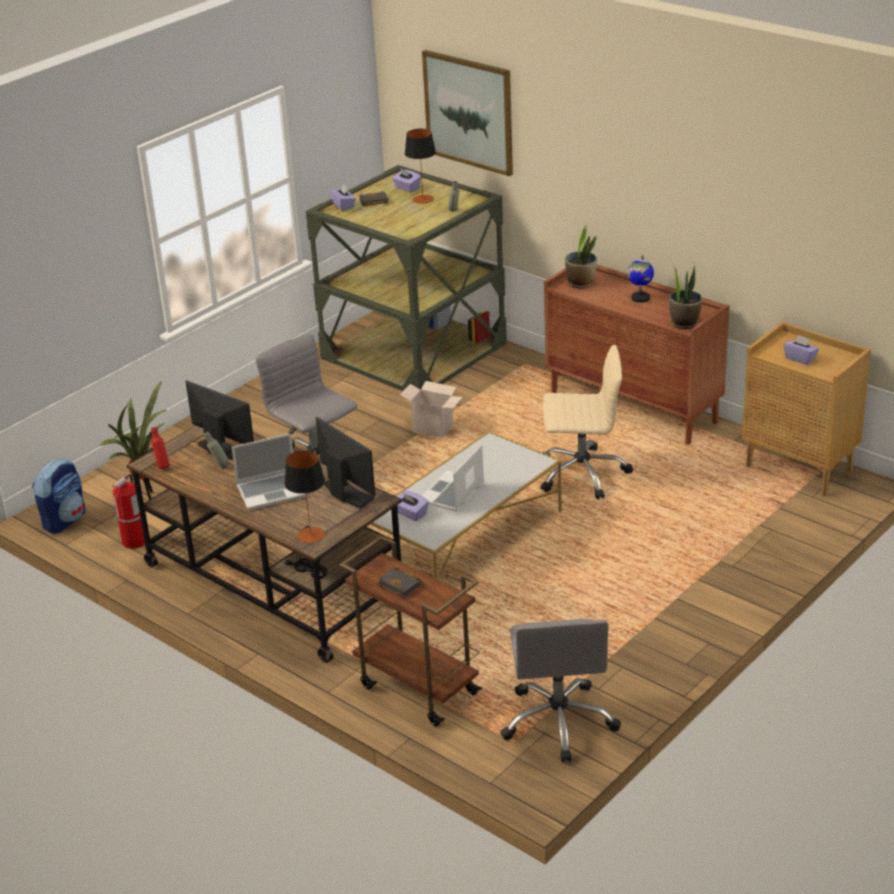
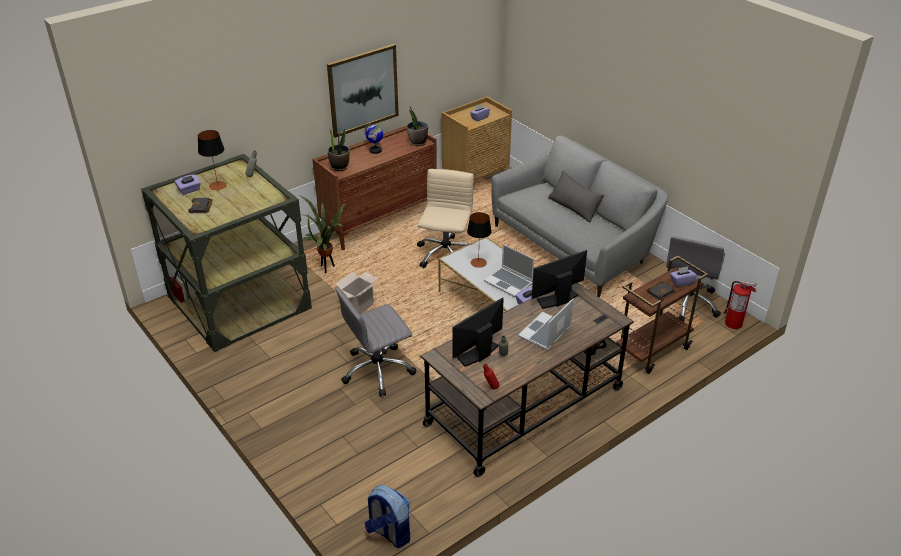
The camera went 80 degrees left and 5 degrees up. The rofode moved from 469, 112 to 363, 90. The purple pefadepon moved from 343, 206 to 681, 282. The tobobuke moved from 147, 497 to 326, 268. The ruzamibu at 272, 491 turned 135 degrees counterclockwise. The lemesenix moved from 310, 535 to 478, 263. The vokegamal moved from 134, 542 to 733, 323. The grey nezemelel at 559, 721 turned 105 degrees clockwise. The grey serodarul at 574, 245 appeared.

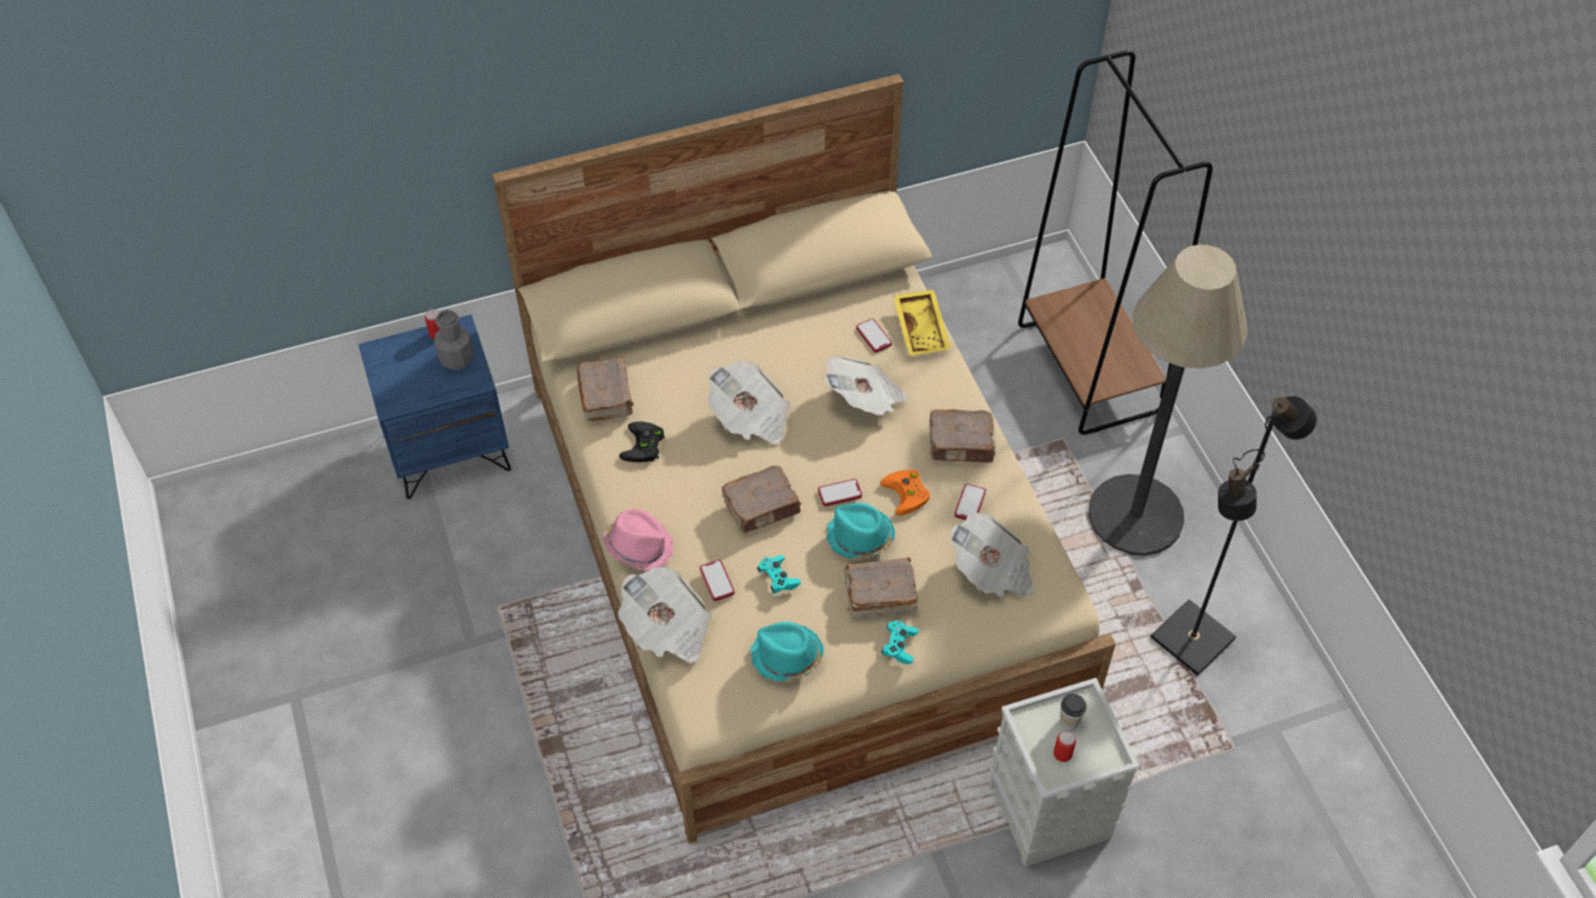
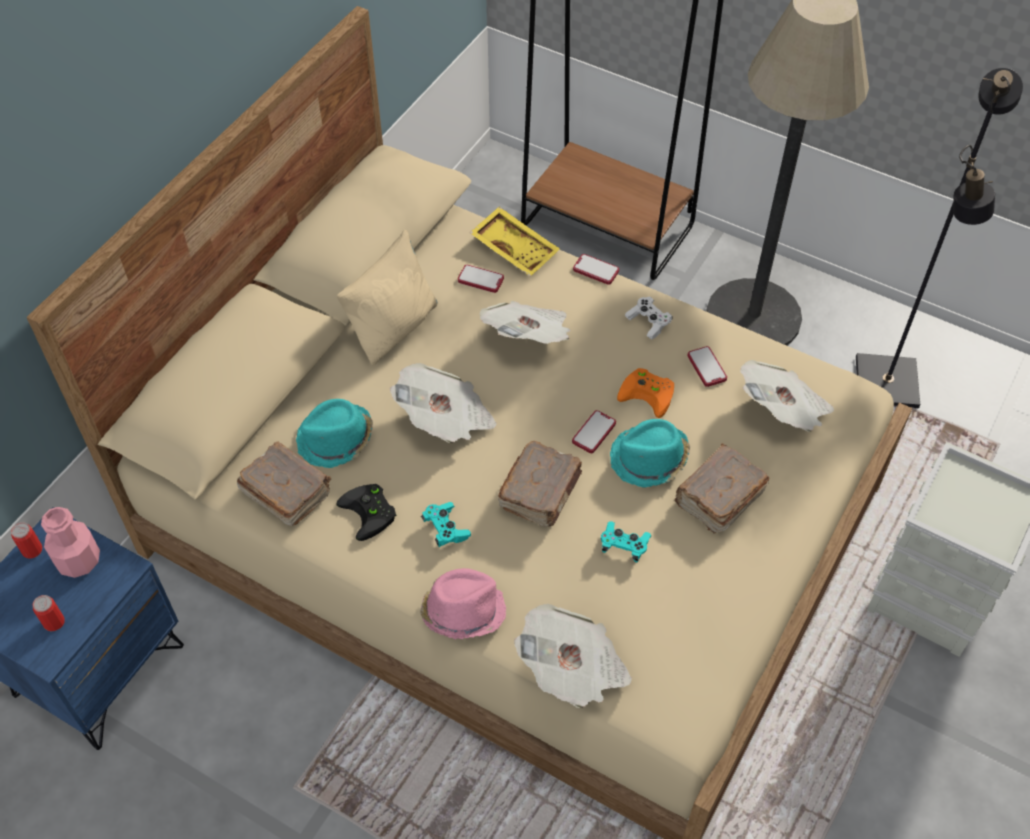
The camera went 40 degrees left and 0 degrees up. The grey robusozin at 456, 358 became the pink robusozin at 78, 560. The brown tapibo at 962, 444 was replaced by the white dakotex at 648, 322. The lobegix moved from 717, 581 to 596, 270. The turquoise dakotex moved from 899, 646 to 445, 529. The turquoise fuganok moved from 786, 656 to 336, 440. The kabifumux at 1069, 721 disappeared. The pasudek moved from 1062, 754 to 54, 622. The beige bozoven at 394, 327 appeared.

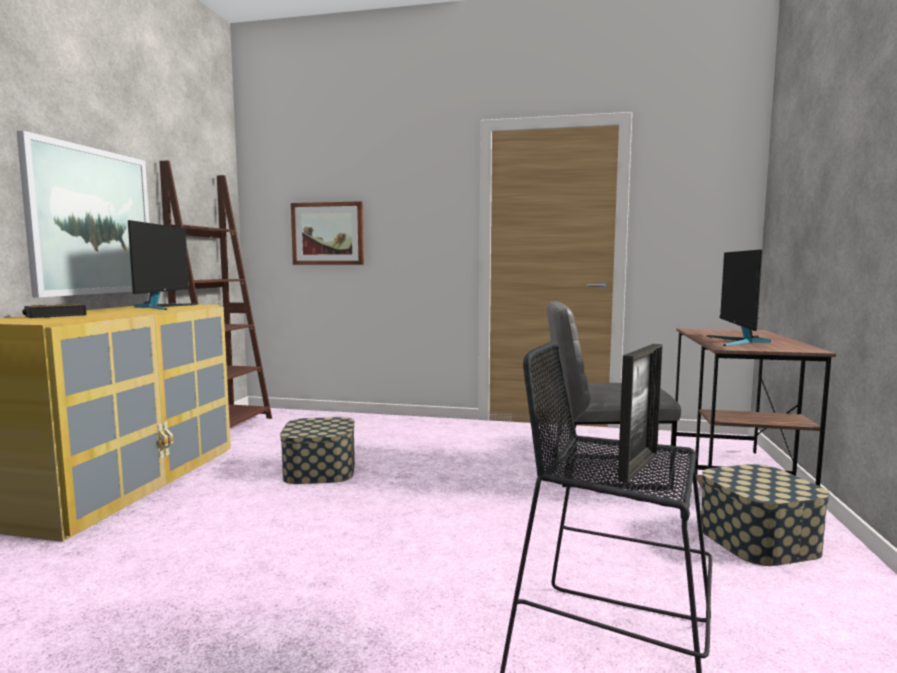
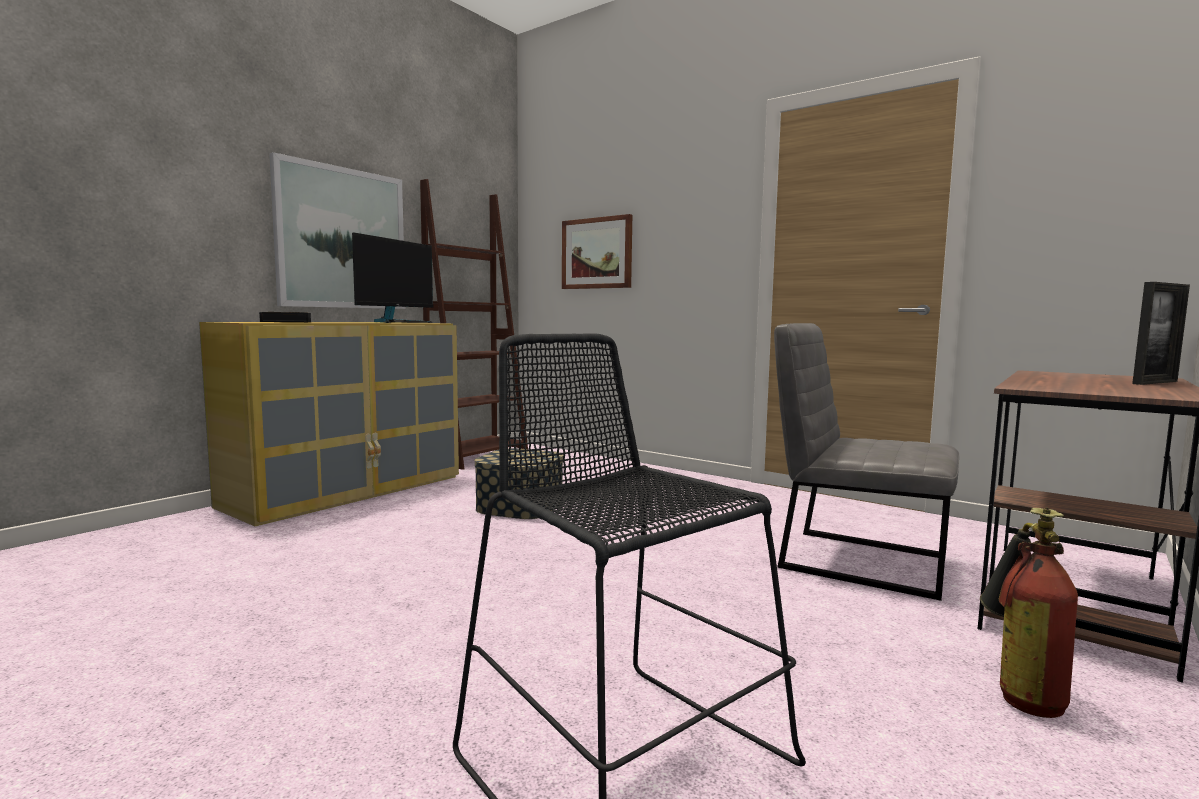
The camera went 25 degrees right and 0 degrees up. The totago at 738, 341 disappeared. The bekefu moved from 638, 467 to 1155, 382. The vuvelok at 758, 539 was replaced by the vokegamal at 1019, 690.

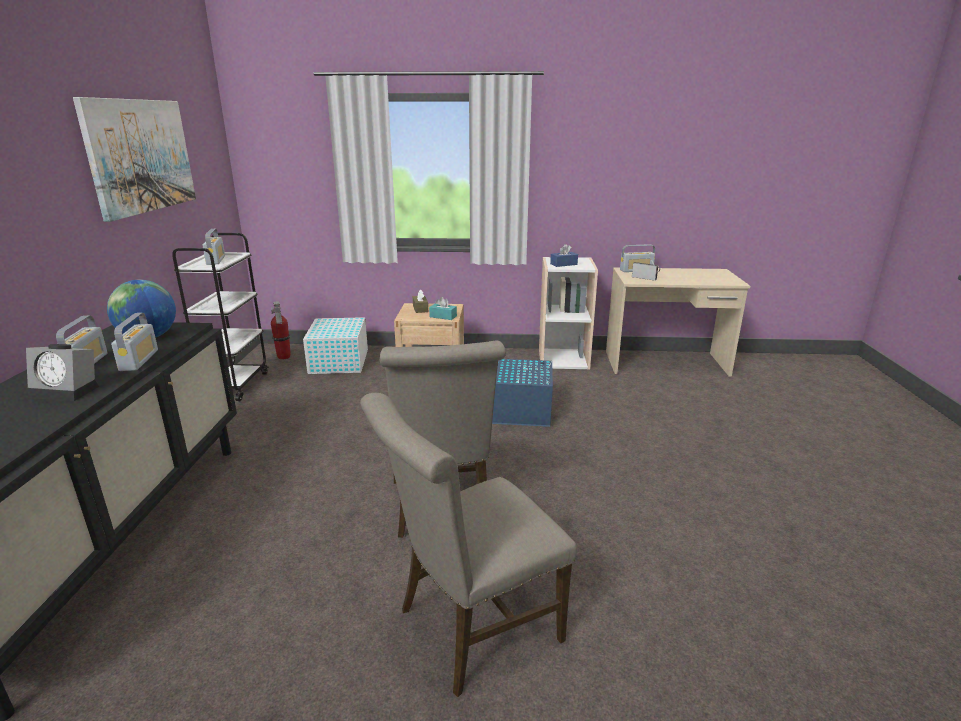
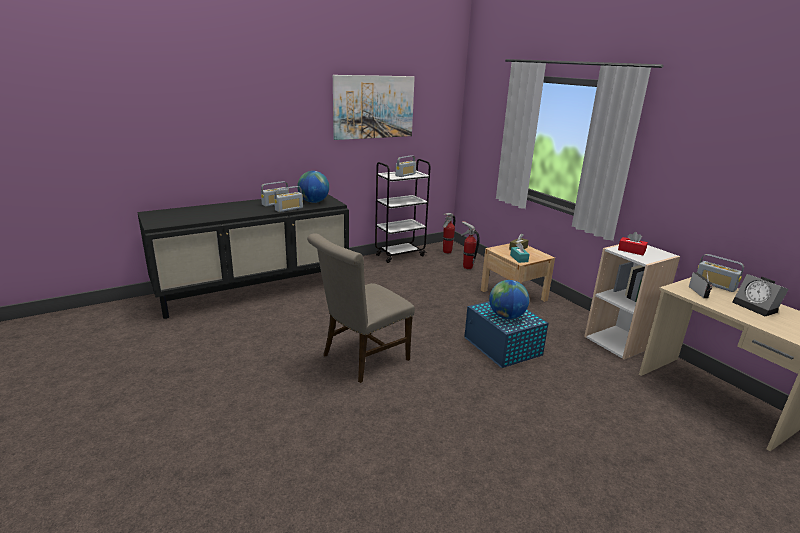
The camera went 55 degrees right and 0 degrees up. The blue pefadepon at 563, 264 became the red pefadepon at 631, 251. The white vuvelok at 338, 362 was replaced by the vokegamal at 467, 267. The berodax moved from 68, 390 to 757, 307. The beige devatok at 470, 628 disappeared. The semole at 506, 316 appeared.

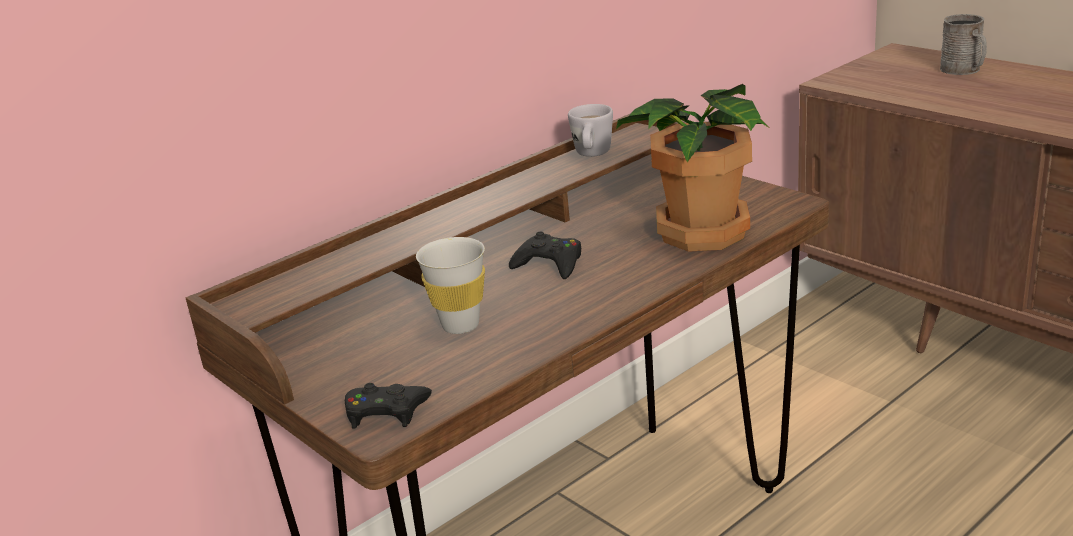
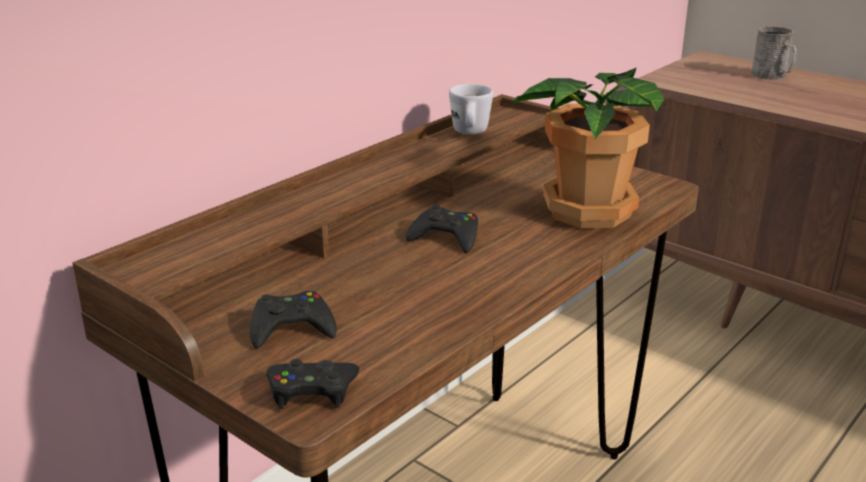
The camera went 10 degrees left and 0 degrees up. The white kabifumux at 460, 325 disappeared. The black dakotex at 291, 328 appeared.

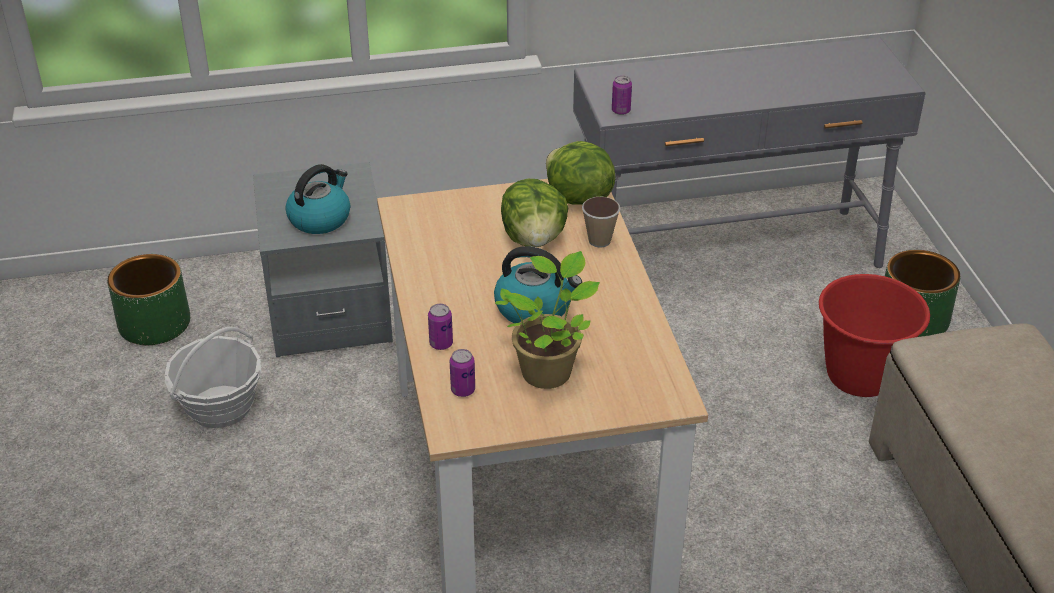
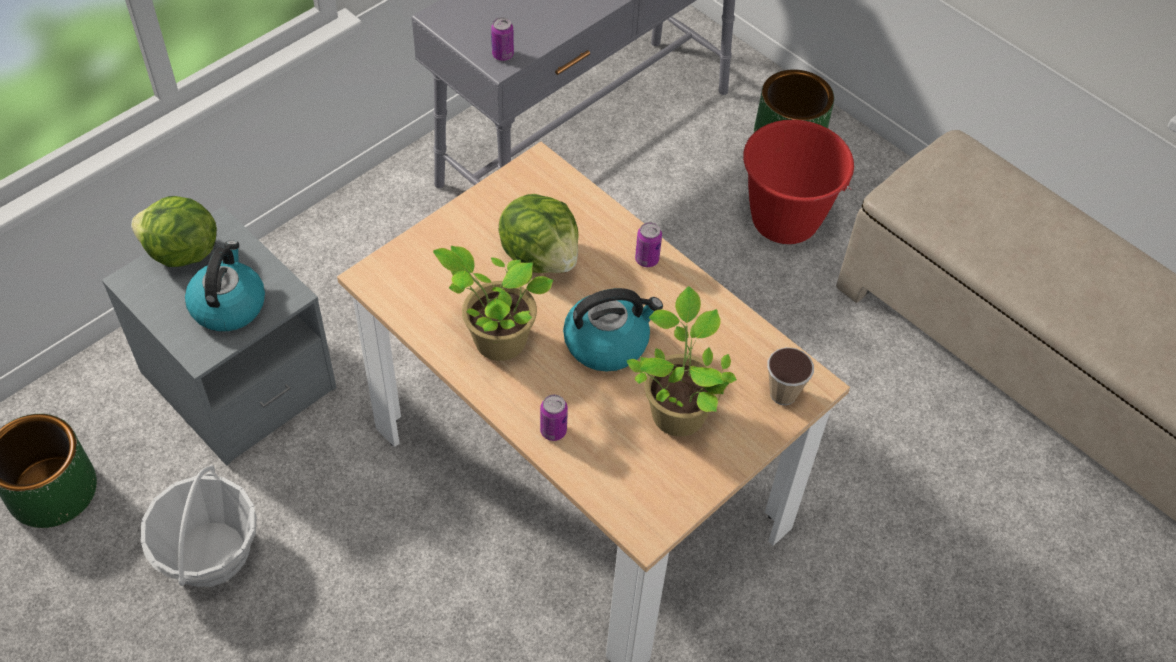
The camera went 35 degrees left and 15 degrees up. The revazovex moved from 577, 198 to 181, 253. The kabifumux moved from 599, 240 to 783, 394. The pasudek moved from 463, 390 to 647, 259. The tobobuke at 495, 340 appeared.

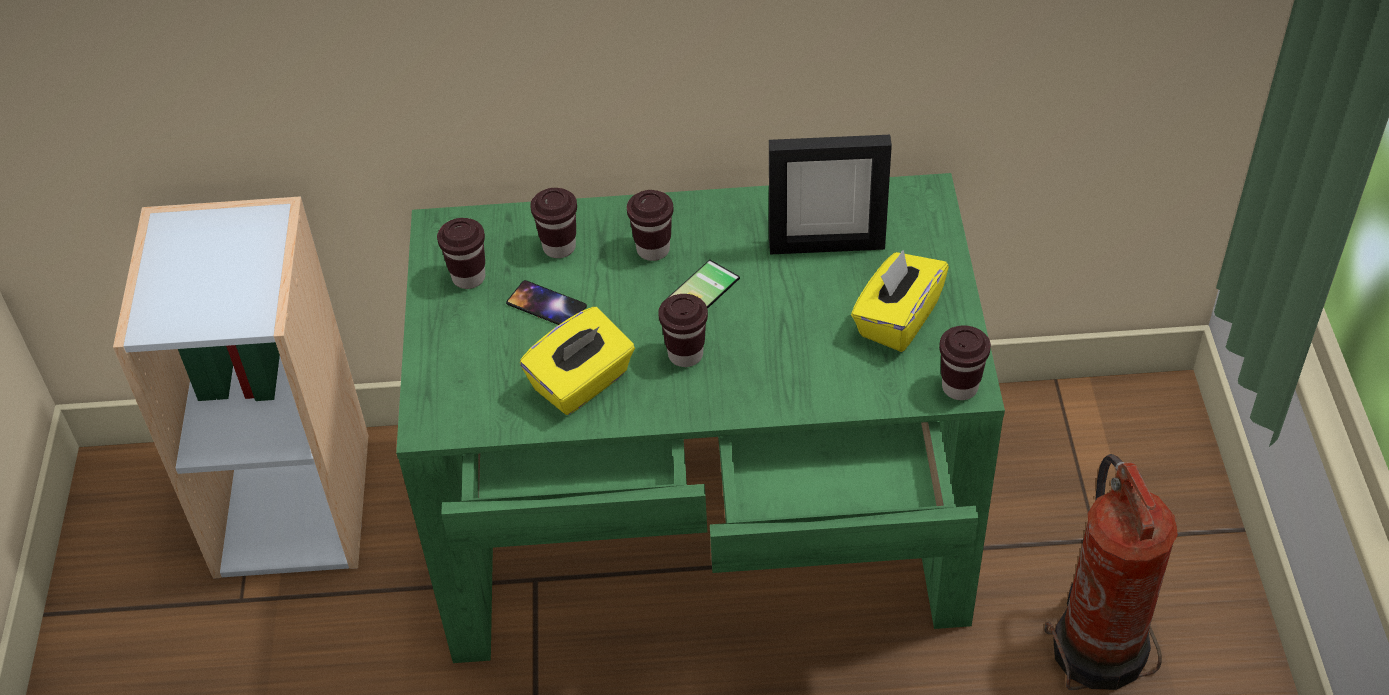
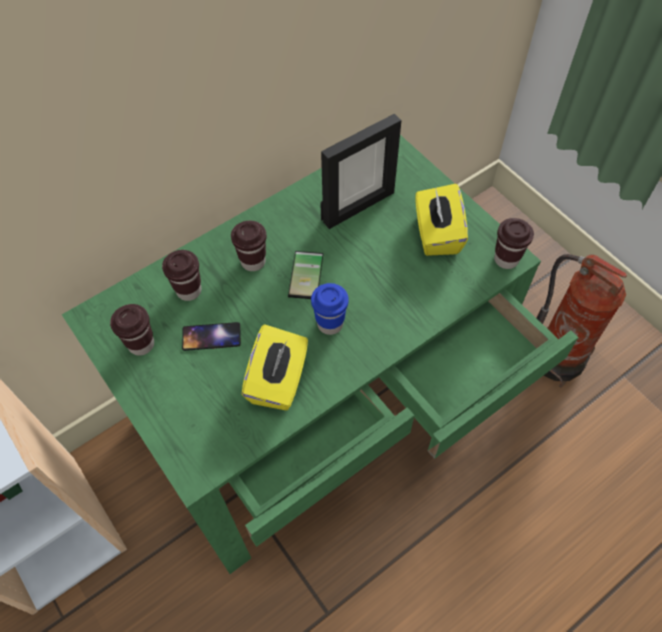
The camera went 35 degrees left and 10 degrees up. The brown kabifumux at 685, 354 became the blue kabifumux at 330, 324.

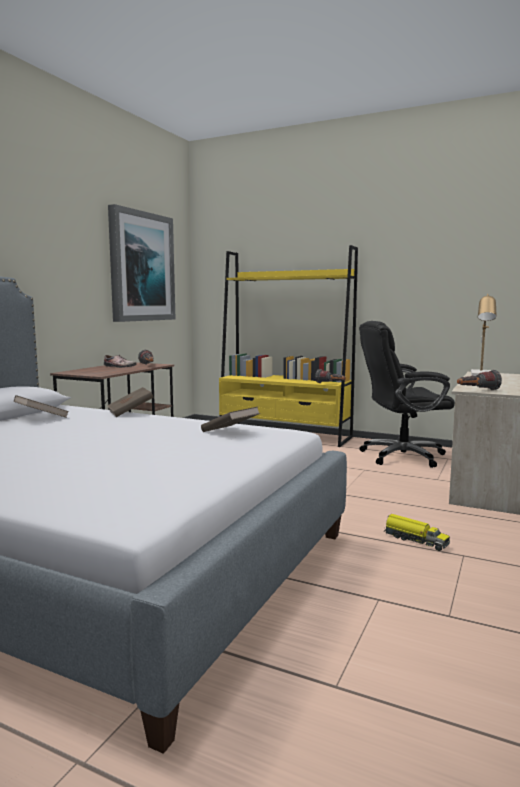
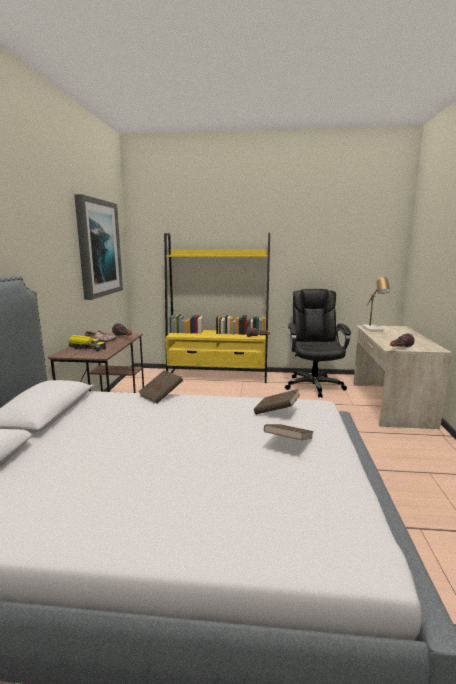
The camera went 20 degrees left and 5 degrees up. The black nezemelel at 402, 456 turned 120 degrees clockwise. The brown tapibo moved from 42, 418 to 288, 443. The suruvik moved from 415, 540 to 87, 348.

